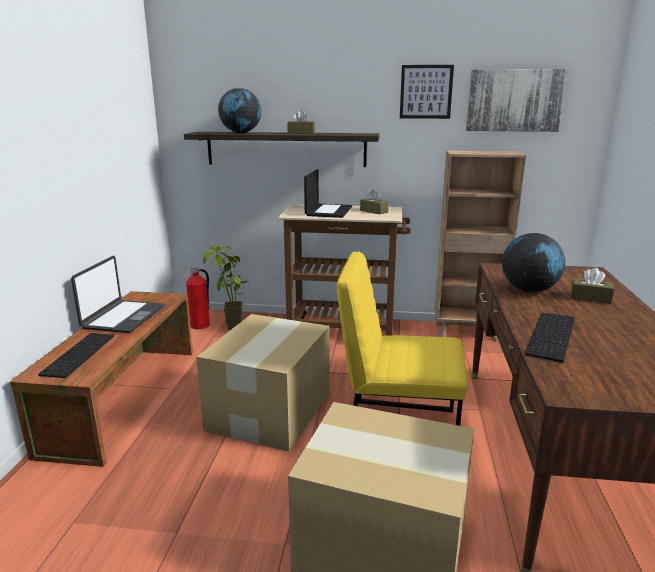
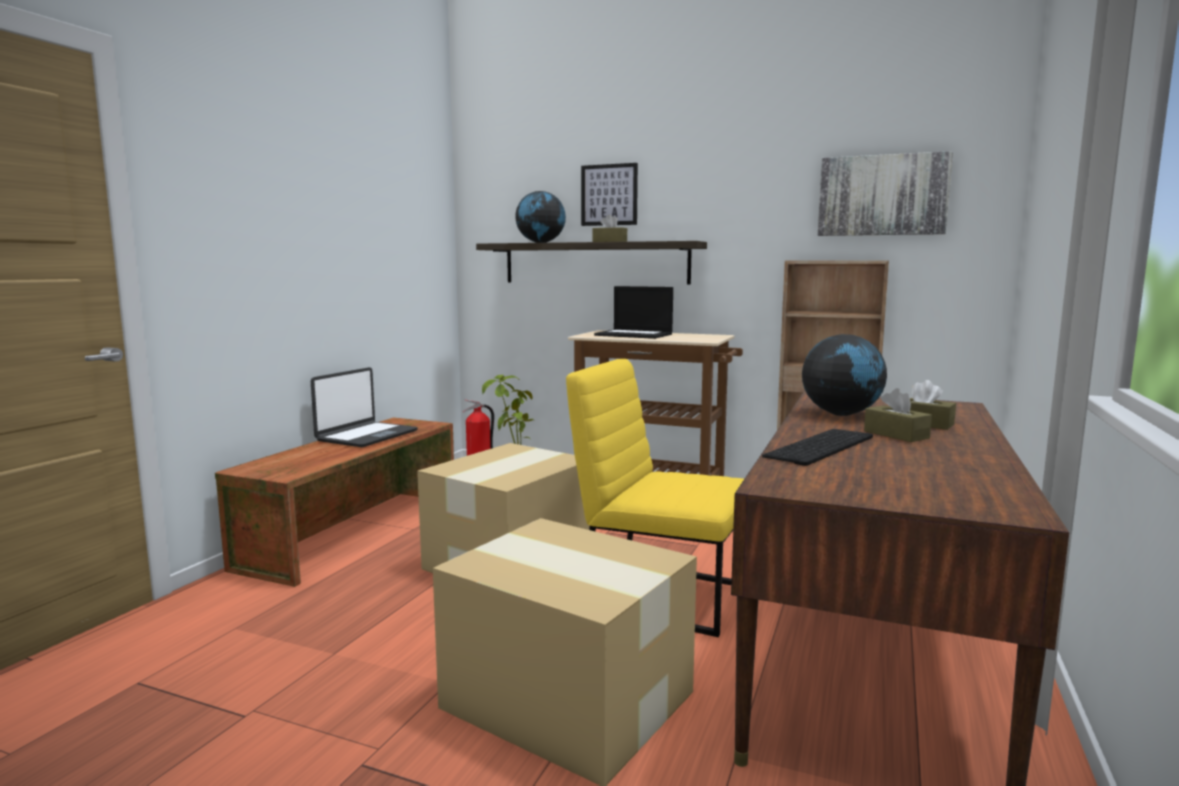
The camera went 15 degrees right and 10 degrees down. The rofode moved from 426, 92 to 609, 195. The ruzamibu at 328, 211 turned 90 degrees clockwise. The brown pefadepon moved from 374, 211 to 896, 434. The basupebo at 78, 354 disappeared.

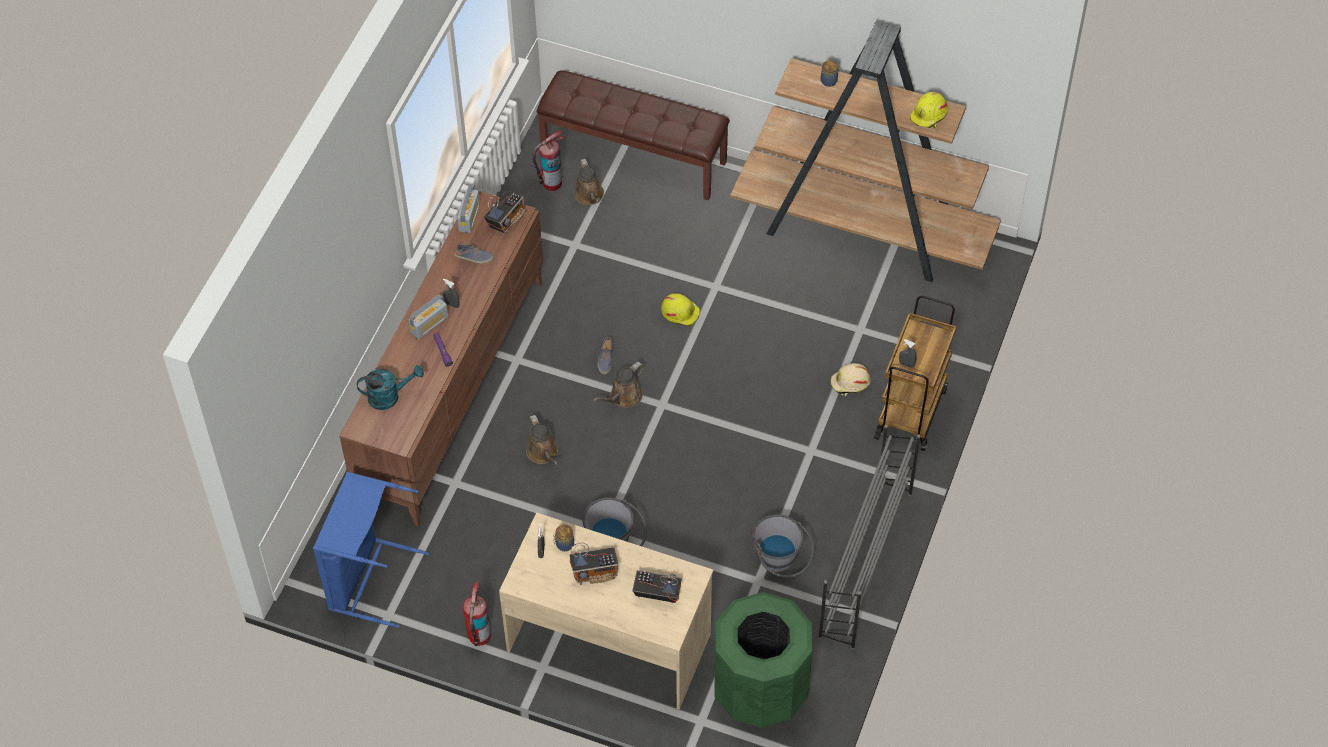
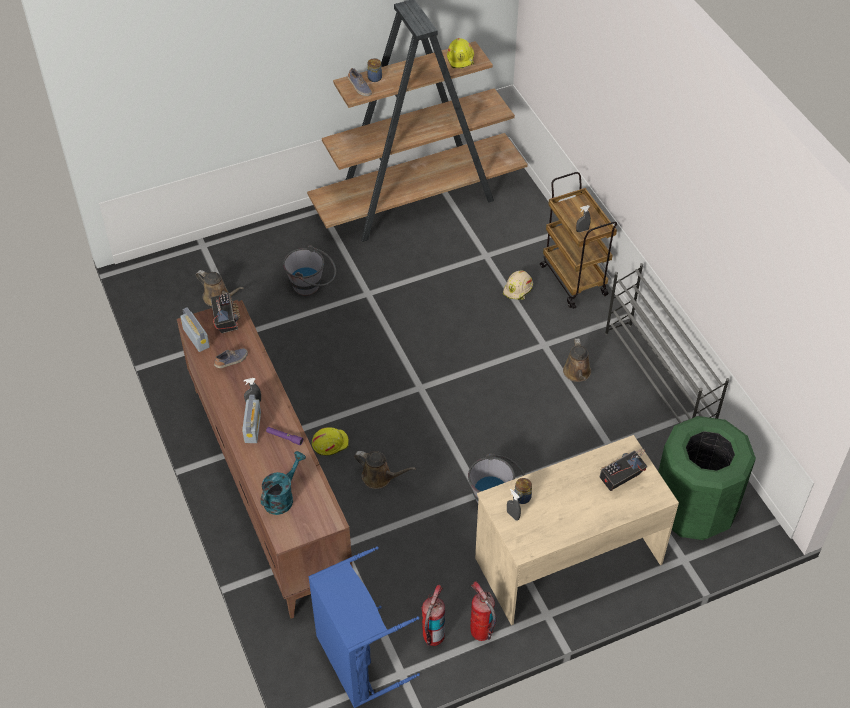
The camera went 45 degrees left and 5 degrees down. The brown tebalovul at 634, 156 disappeared. The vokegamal moved from 551, 183 to 433, 636. The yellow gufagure moved from 680, 312 to 330, 443. The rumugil moved from 605, 359 to 359, 87. The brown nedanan moved from 623, 397 to 577, 373. The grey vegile moved from 781, 563 to 312, 286. The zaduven at 595, 573 disappeared.

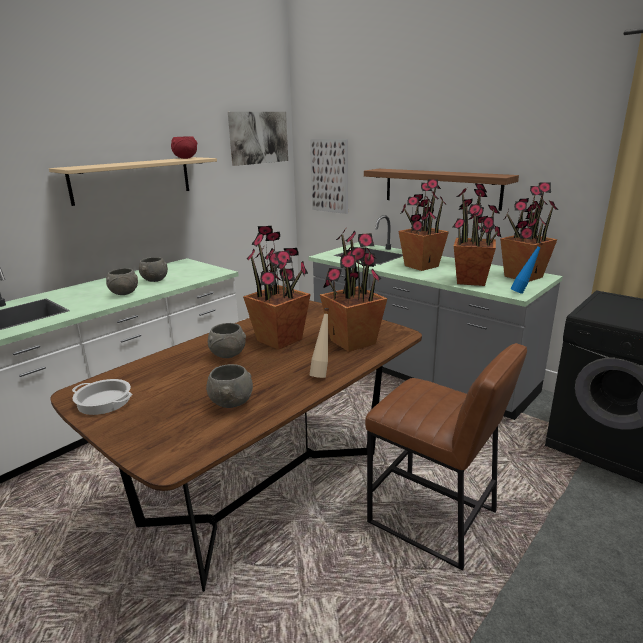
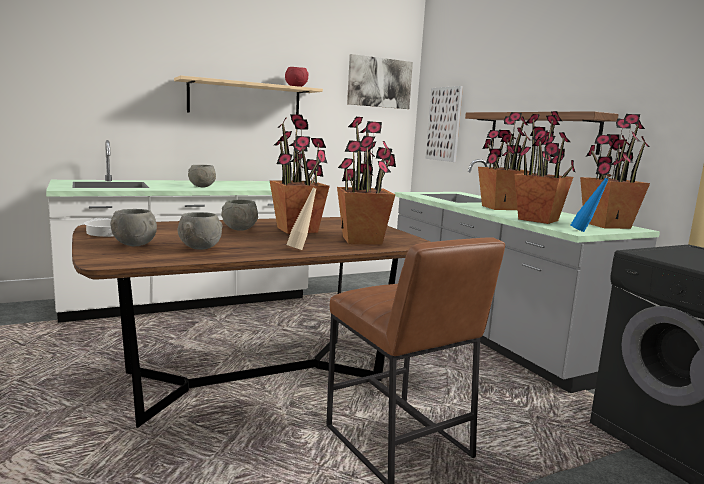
The camera went 20 degrees right and 10 degrees down. The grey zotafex moved from 154, 281 to 133, 245.

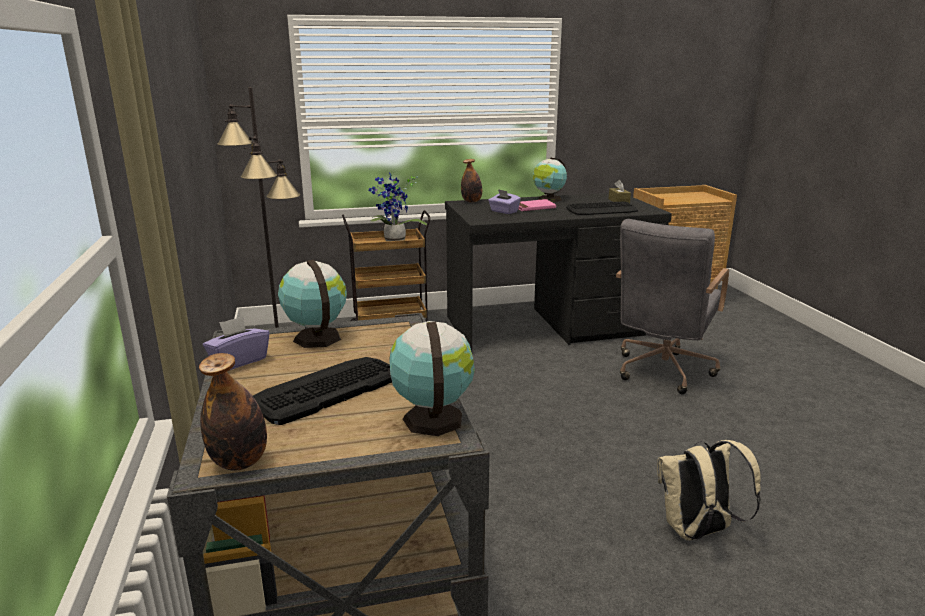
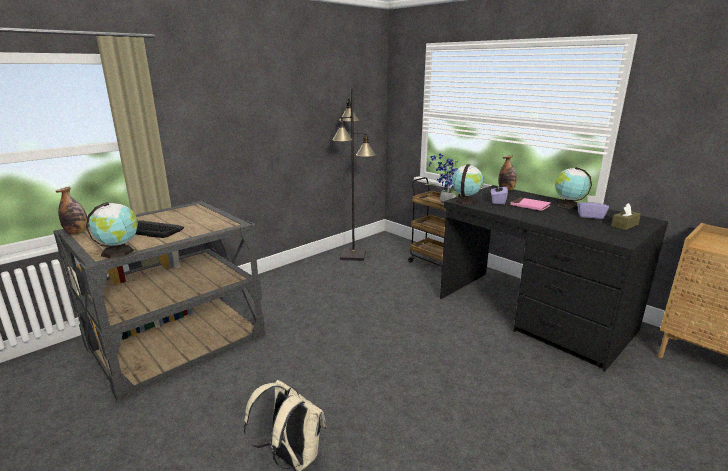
The camera went 60 degrees right and 0 degrees up. The basupebo at 602, 210 disappeared. The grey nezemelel at 661, 374 disappeared. The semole moved from 316, 337 to 465, 201. The purple pefadepon moved from 239, 361 to 590, 216.

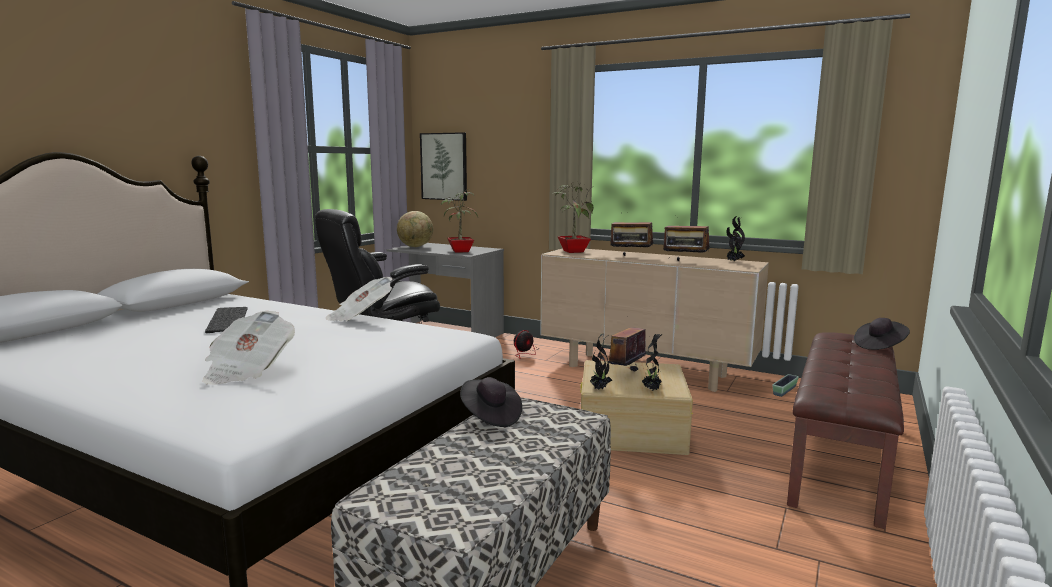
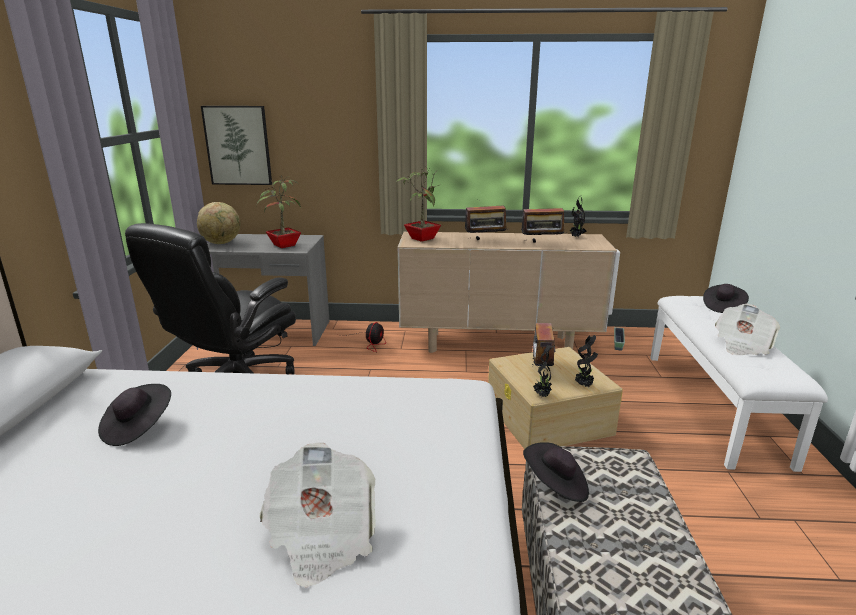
The camera went 25 degrees left and 10 degrees up. The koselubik moved from 360, 317 to 742, 345. The basupebo at 226, 319 was replaced by the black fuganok at 138, 428. The brown tebalovul at 841, 457 became the white tebalovul at 714, 405.

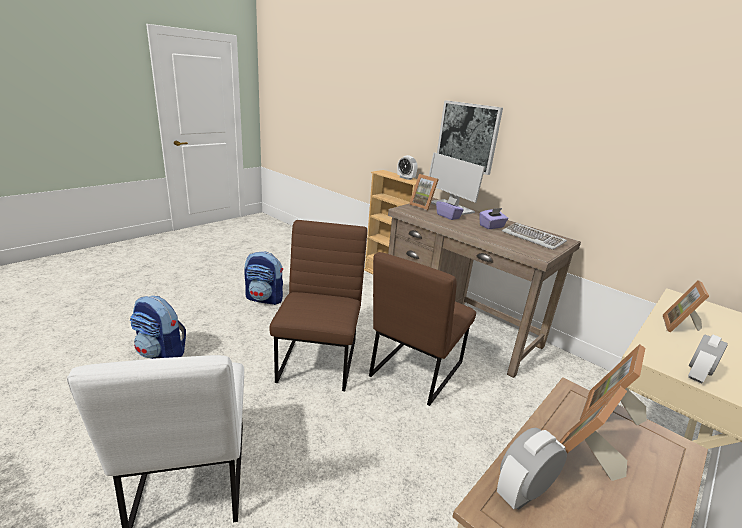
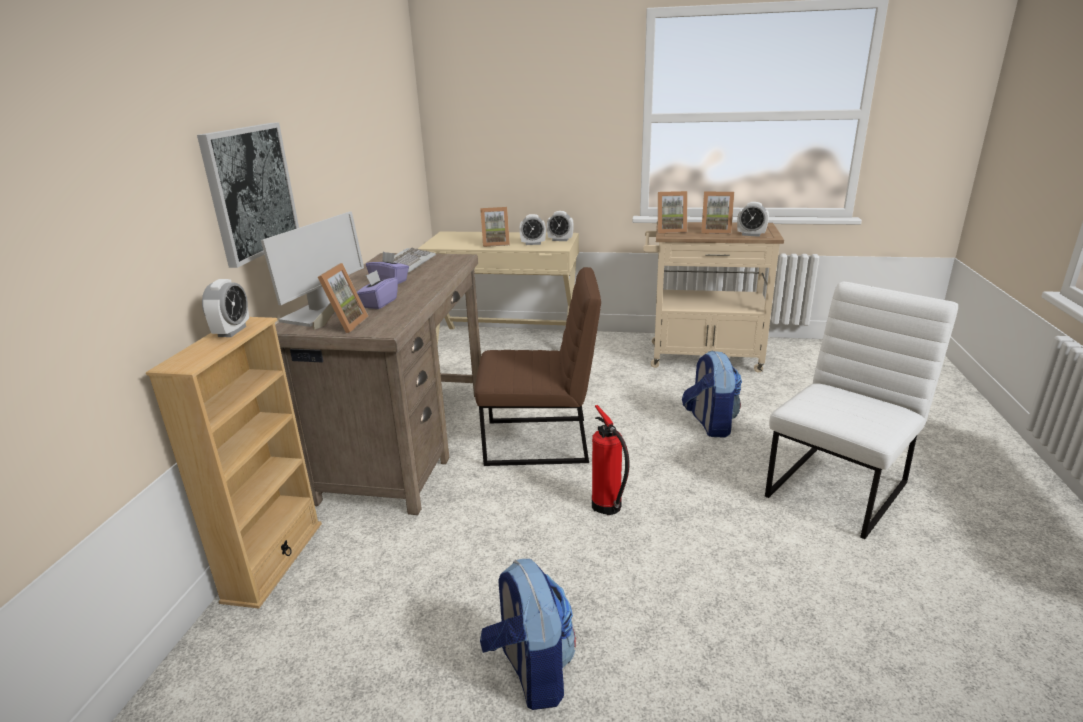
The camera went 120 degrees left and 0 degrees up. The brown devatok at 319, 358 was replaced by the vokegamal at 607, 507. The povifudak moved from 162, 354 to 710, 424. The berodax at 533, 243 appeared.

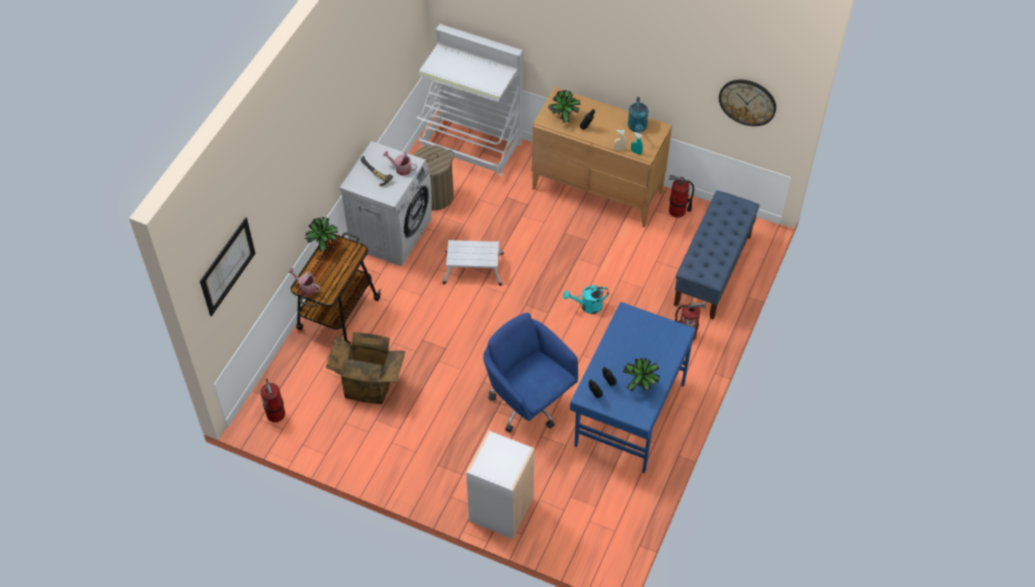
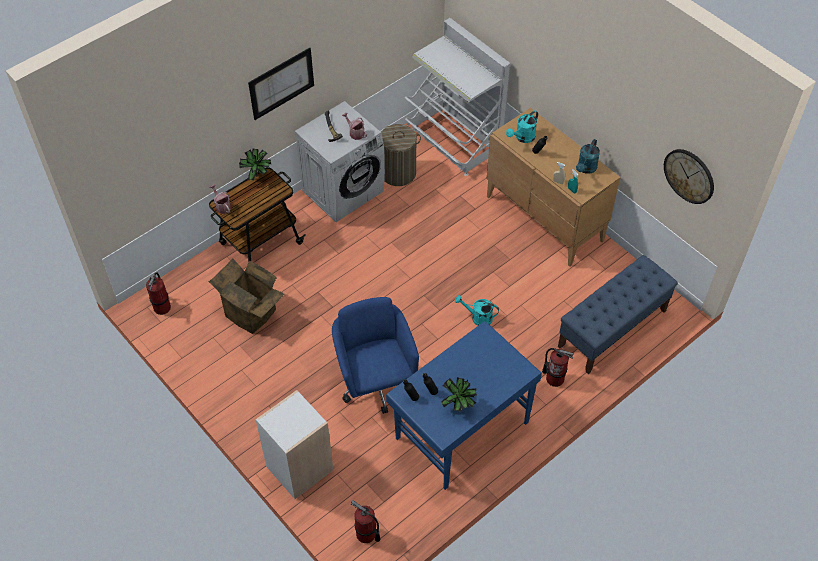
The camera went 25 degrees right and 0 degrees up. The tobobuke at 564, 118 was replaced by the turquoise nedanan at 523, 138. The vokegamal moved from 677, 211 to 366, 534. The rofode moved from 227, 266 to 281, 83. The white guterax at 473, 268 disappeared.

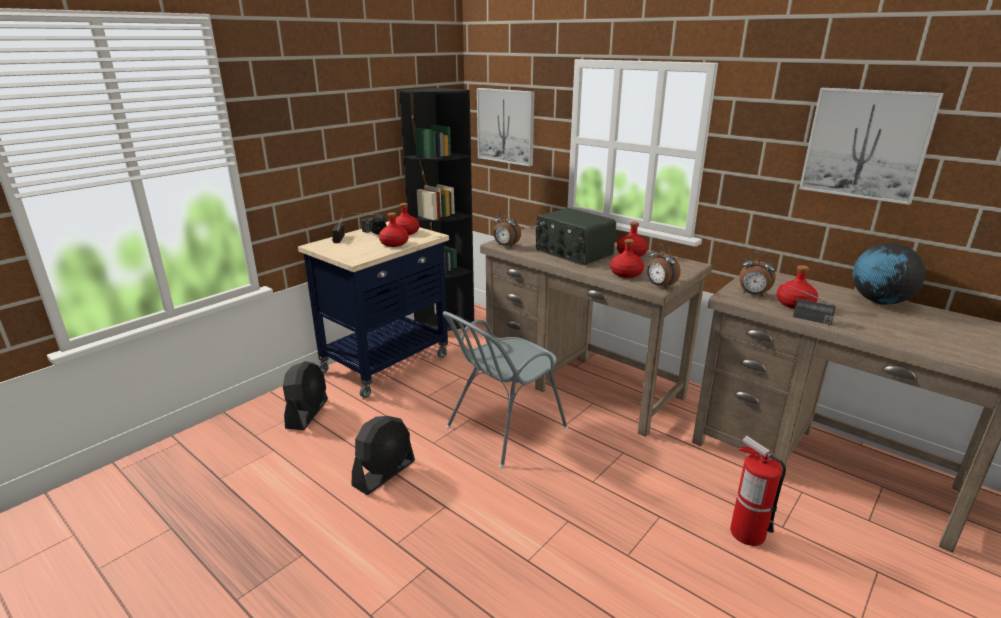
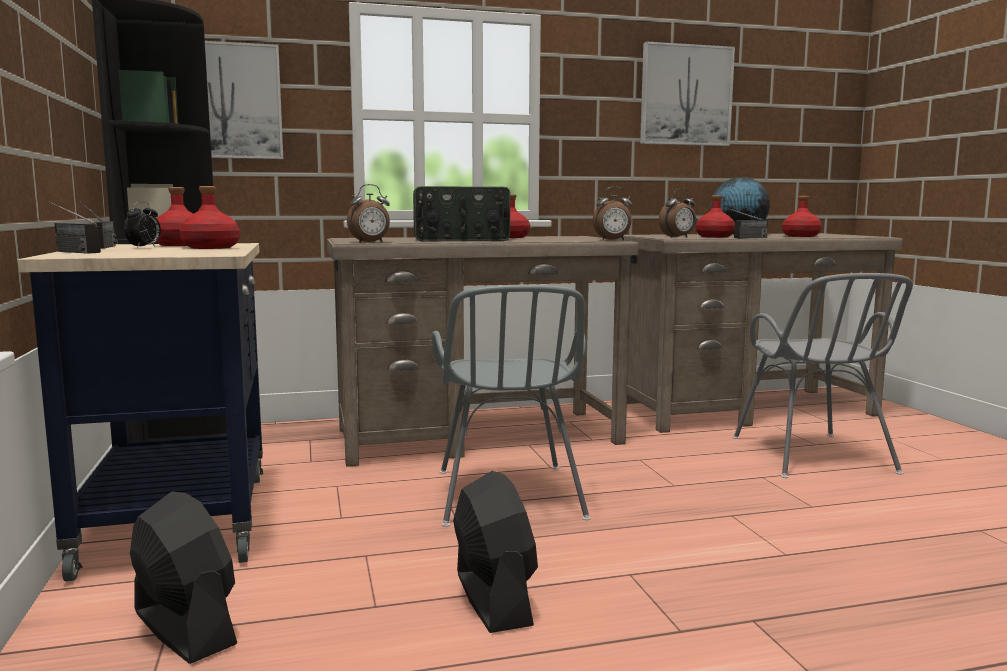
The camera went 55 degrees left and 15 degrees down. The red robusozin moved from 626, 274 to 801, 236. The vokegamal at 747, 533 was replaced by the grey devatok at 814, 456.

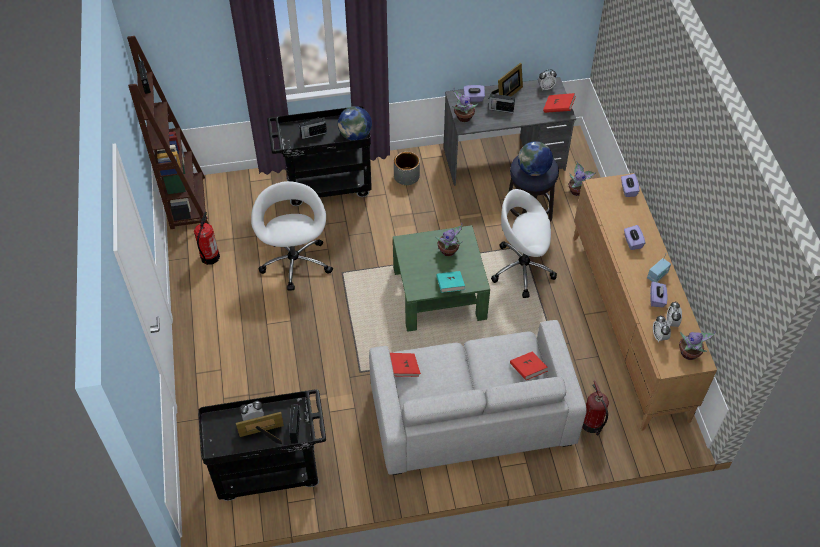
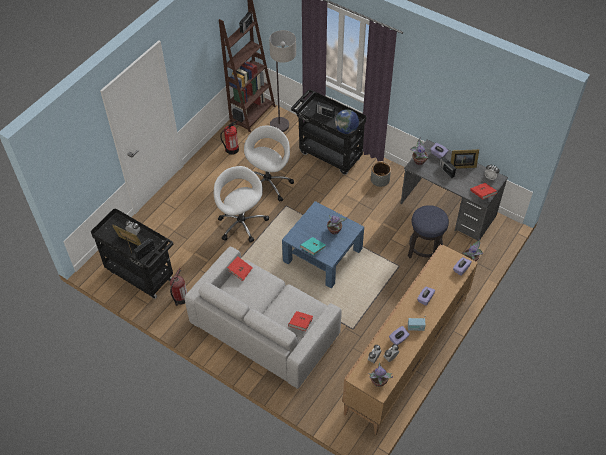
The camera went 45 degrees right and 0 degrees up. The semole at 533, 170 disappeared. The white nezemelel moved from 521, 268 to 241, 224. The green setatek at 439, 293 became the blue setatek at 322, 255. The vokegamal moved from 592, 424 to 180, 299. The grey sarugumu at 283, 128 appeared.

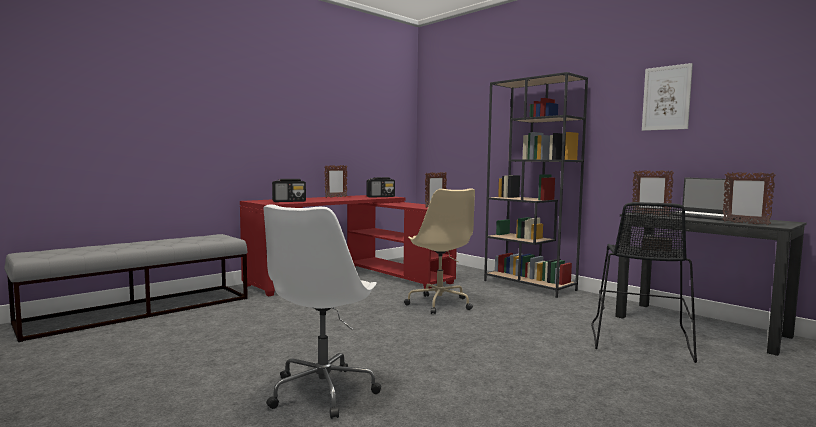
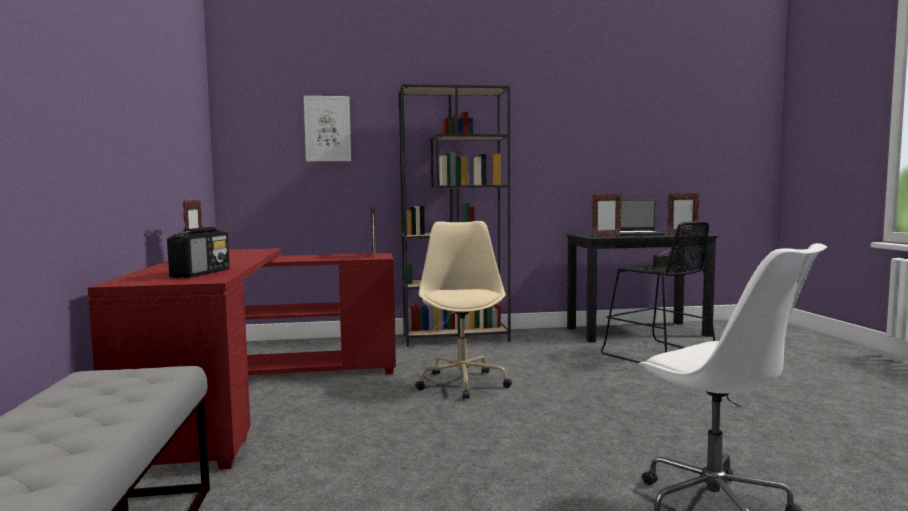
The camera went 55 degrees left and 0 degrees up. The rofode moved from 666, 98 to 327, 128. The zaduven at 381, 197 disappeared. The beige nezemelel at 440, 305 turned 105 degrees counterclockwise.

